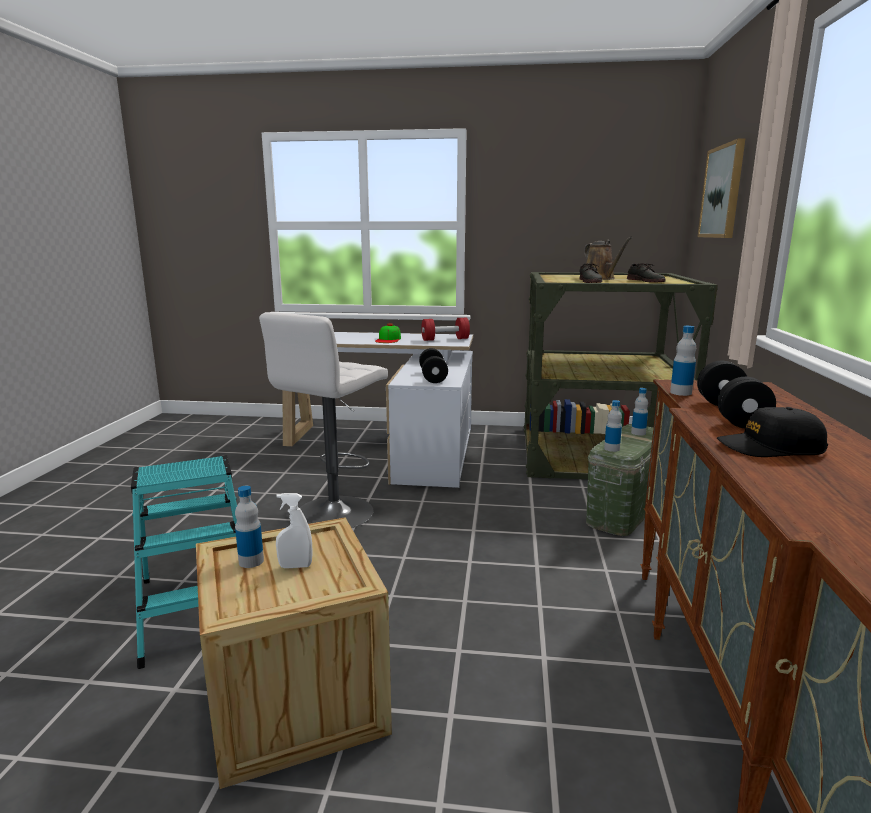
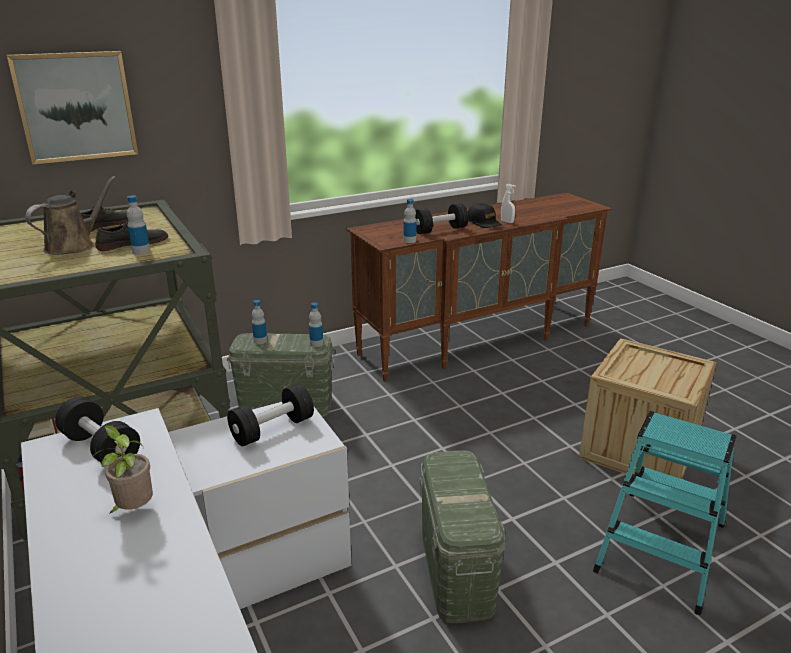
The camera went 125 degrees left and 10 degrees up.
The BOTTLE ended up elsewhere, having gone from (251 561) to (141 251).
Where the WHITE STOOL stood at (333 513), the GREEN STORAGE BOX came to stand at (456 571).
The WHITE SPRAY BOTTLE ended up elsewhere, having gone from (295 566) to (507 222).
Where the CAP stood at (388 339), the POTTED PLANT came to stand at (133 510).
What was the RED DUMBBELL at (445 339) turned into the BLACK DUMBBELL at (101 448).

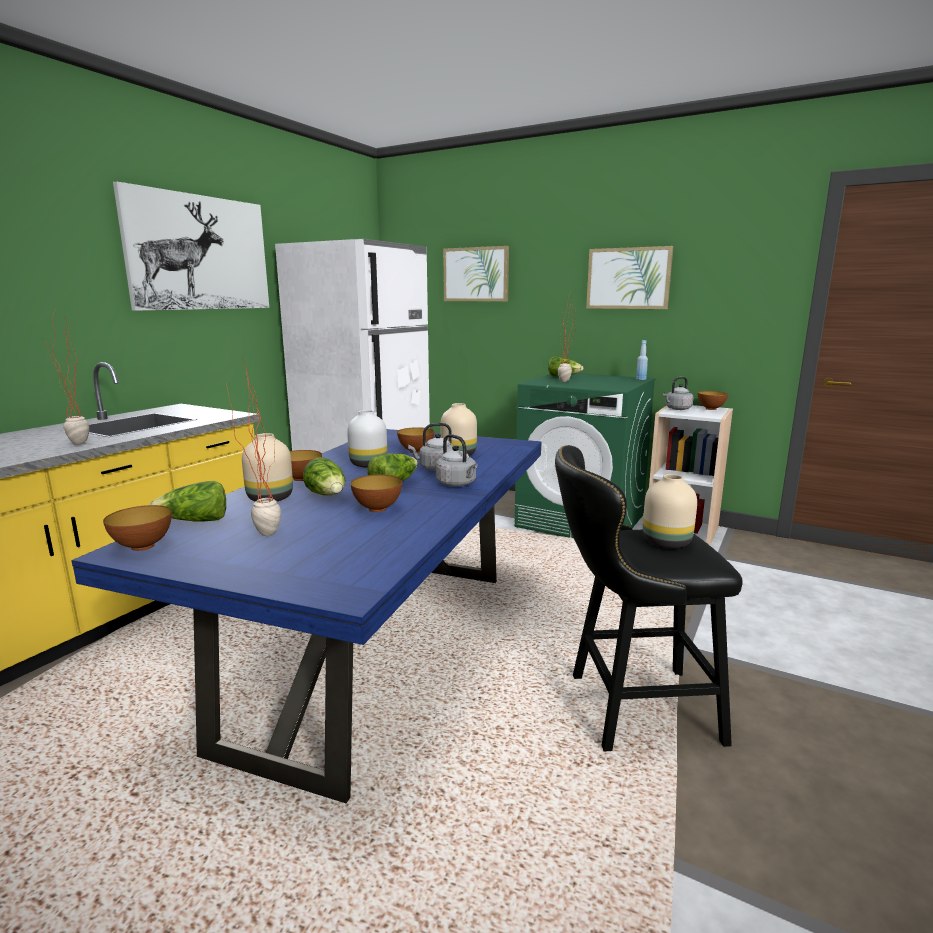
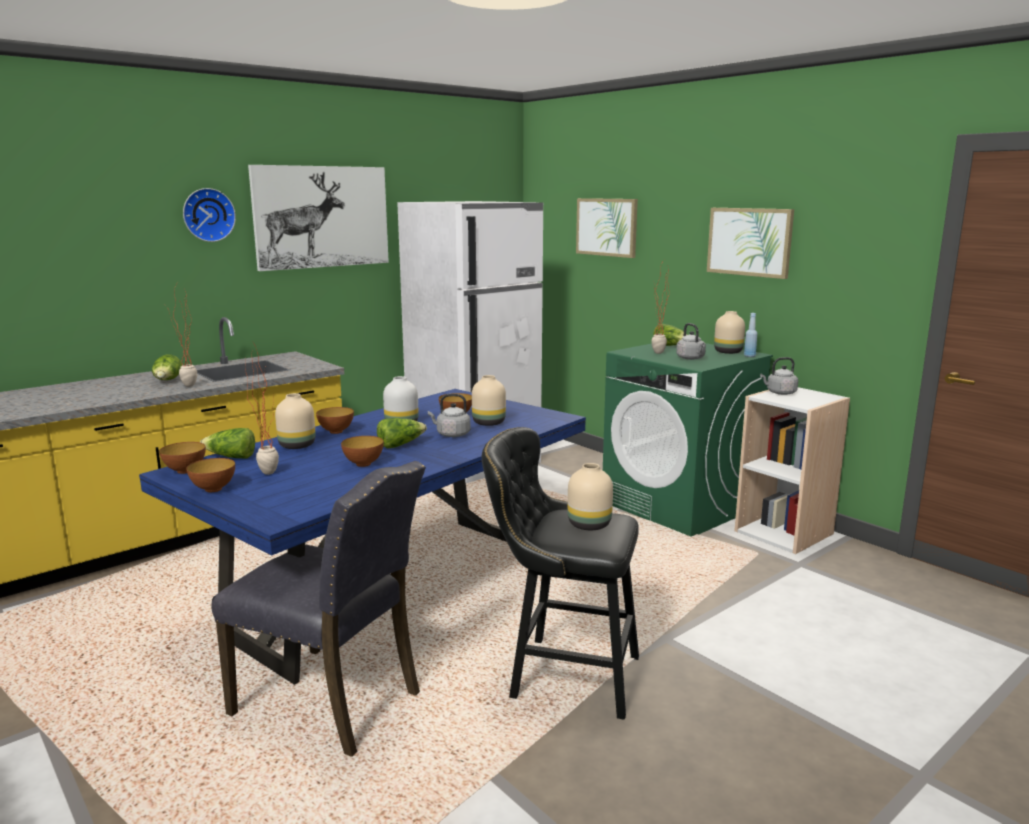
The camera went 20 degrees right and 0 degrees up.
The LETTUCE ended up elsewhere, having gone from (327 495) to (167 381).
The GREY KETTLE ended up elsewhere, having gone from (457 484) to (691 358).
The BOWL ended up elsewhere, having gone from (711 409) to (213 489).
The second view gained the WALL CLOCK at (208 215).
The second view gained the GREY CHAIR at (332 703).
The second view gained the BEIGE VASE at (729 352).

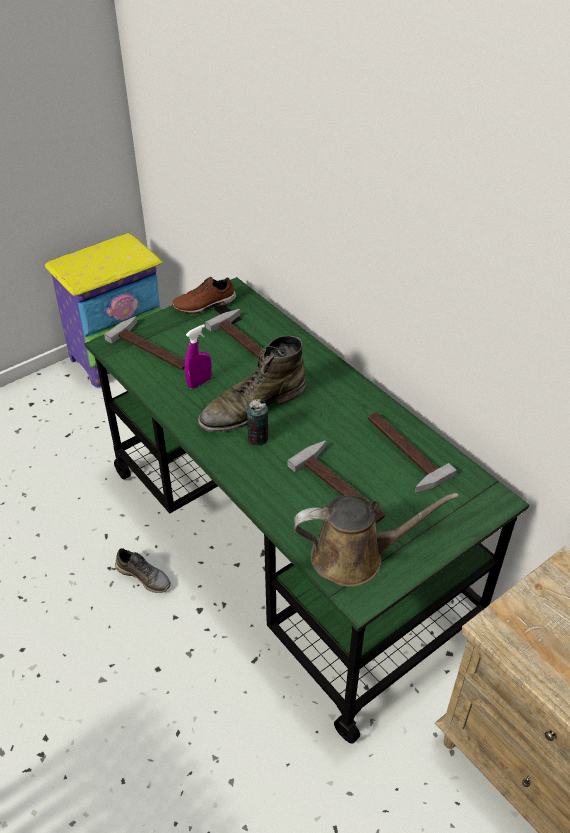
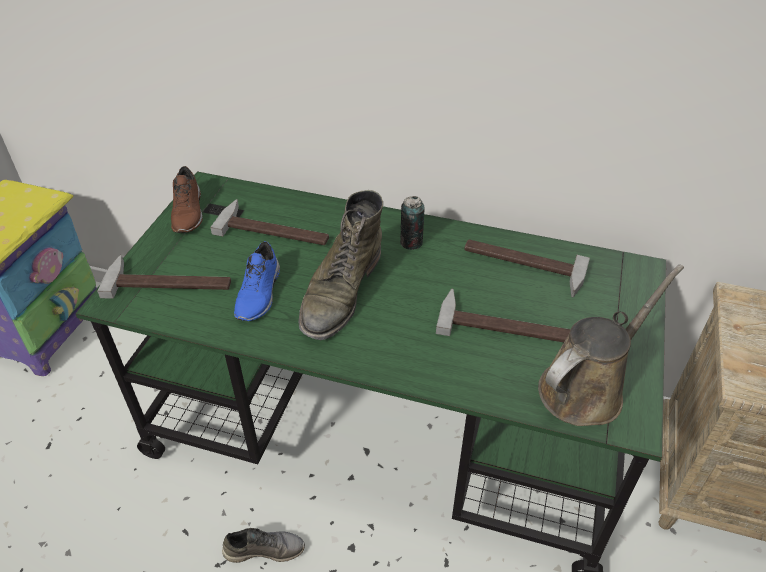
The camera went 35 degrees left and 0 degrees up.
The BROWN SHOE at (204 305) ended up facing another way, 45 degrees counterclockwise from before.
Where the PURPLE SPRAY BOTTLE stood at (199 382), the BLUE SHOE came to stand at (260 294).
The CAN ended up elsewhere, having gone from (258 438) to (411 243).

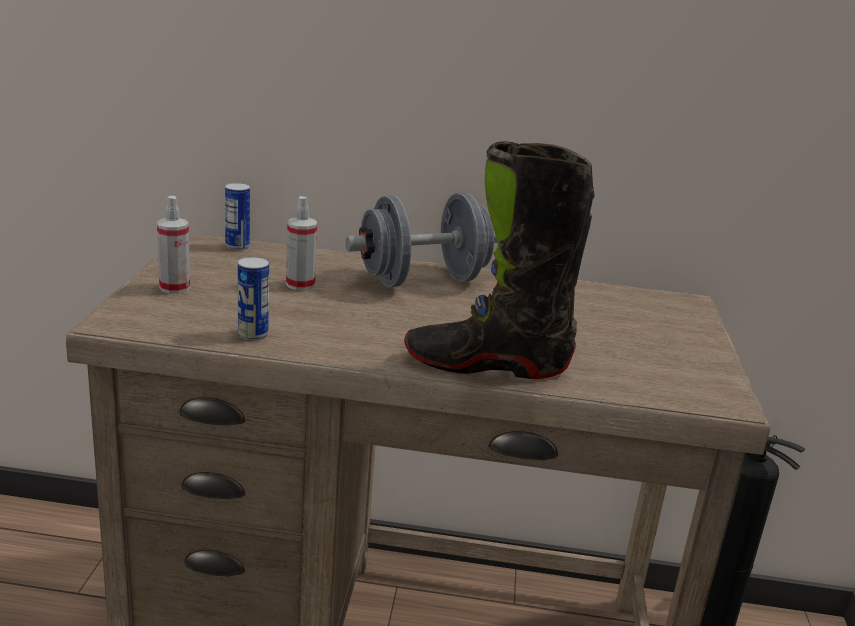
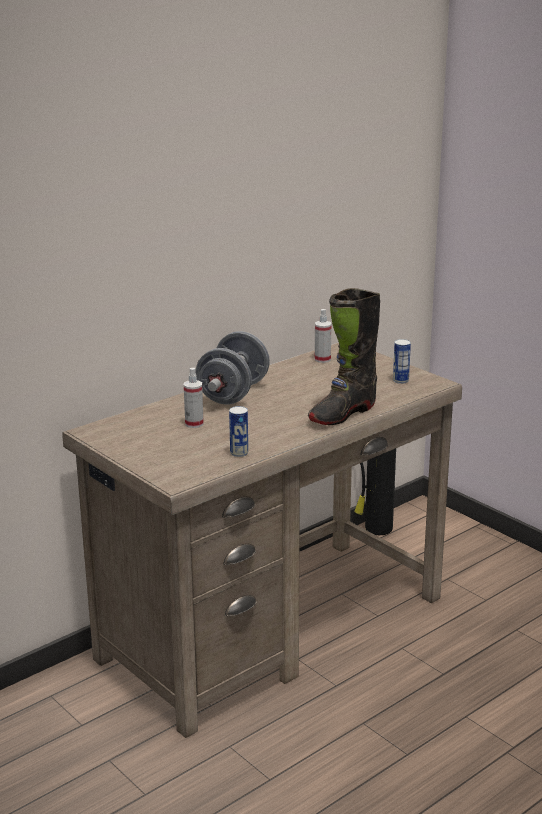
The camera went 45 degrees left and 0 degrees up.
The SPRAY BOTTLE ended up elsewhere, having gone from (174 288) to (322 359).
The CAN ended up elsewhere, having gone from (237 246) to (400 380).

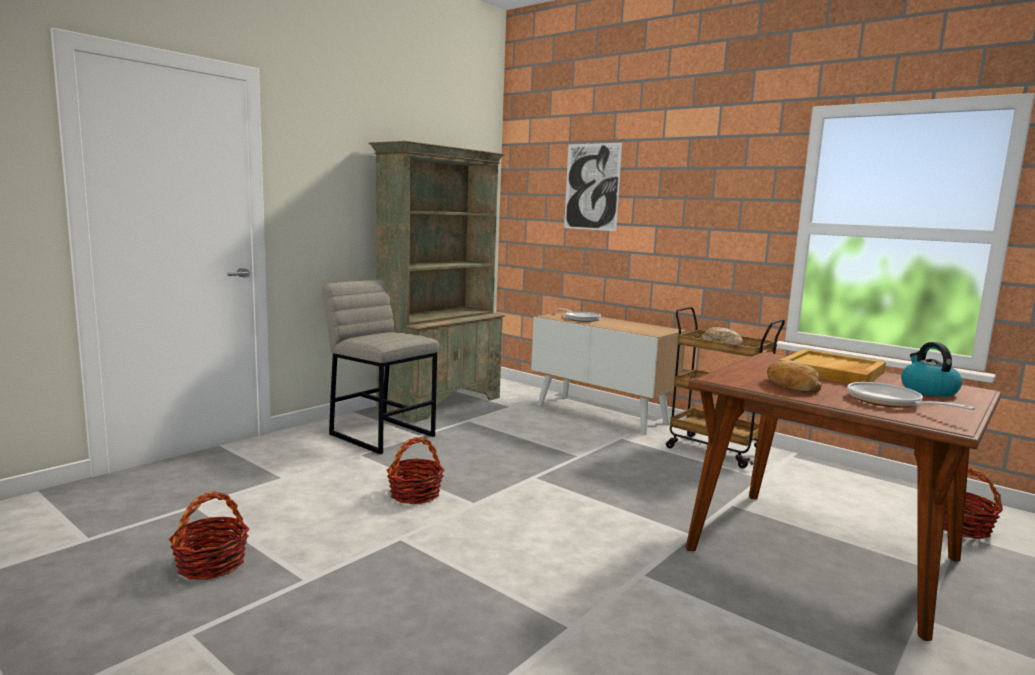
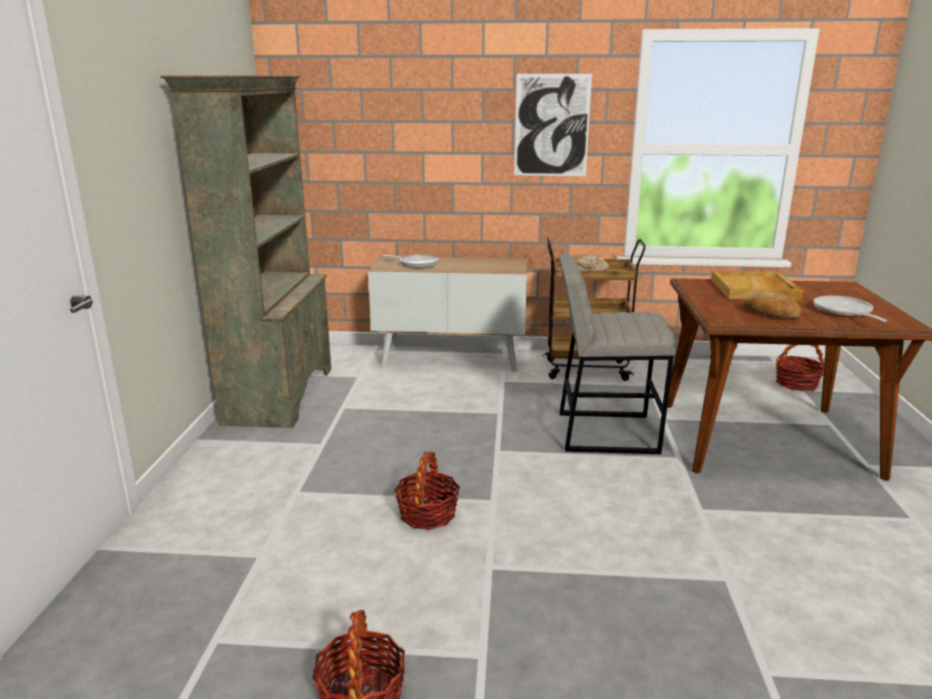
The camera went 35 degrees left and 10 degrees up.
The GREY CHAIR ended up elsewhere, having gone from (380 434) to (604 433).
The PICTURE ended up elsewhere, having gone from (592 187) to (552 125).
The FRYING PAN at (889 402) ended up facing another way, 60 degrees clockwise from before.
The second view lost the KETTLE at (927 390).

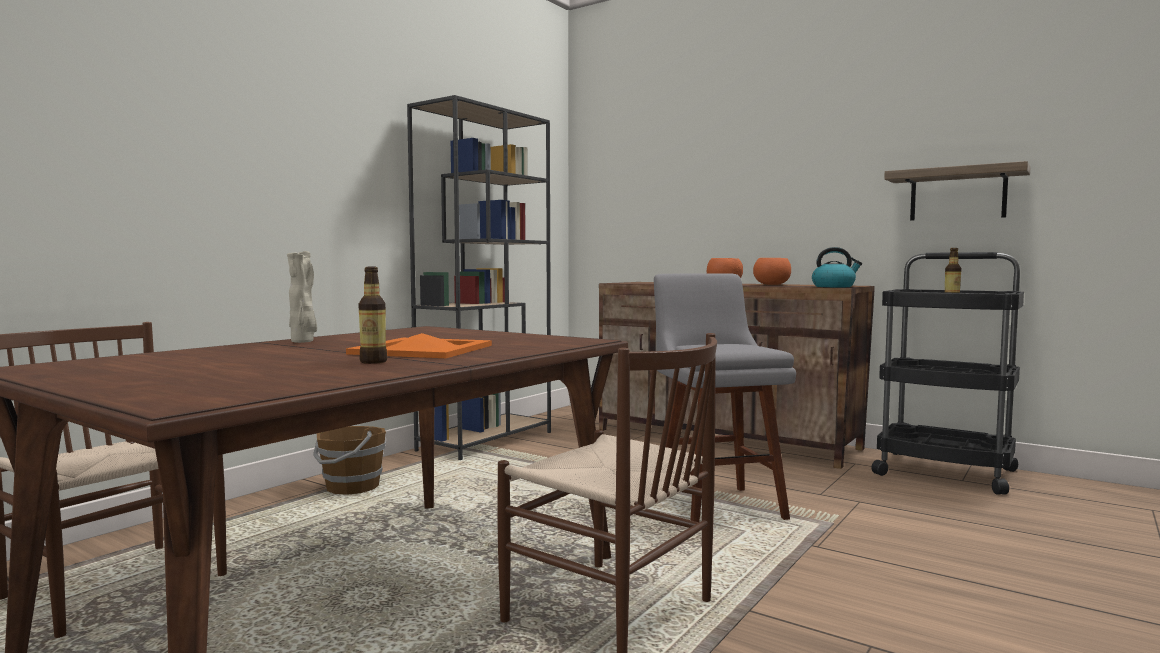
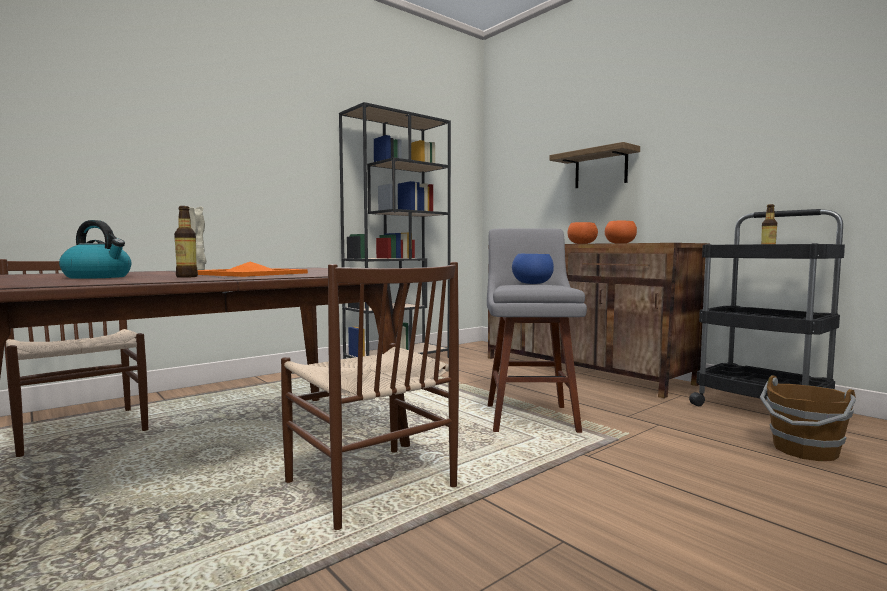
The camera went 15 degrees right and 0 degrees up.
The BROWN BUCKET ended up elsewhere, having gone from (351 488) to (804 451).
The KETTLE ended up elsewhere, having gone from (834 286) to (98 277).
The SHELF ended up elsewhere, having gone from (957 195) to (601 169).
The second view gained the BLUE BOWL at (533 283).

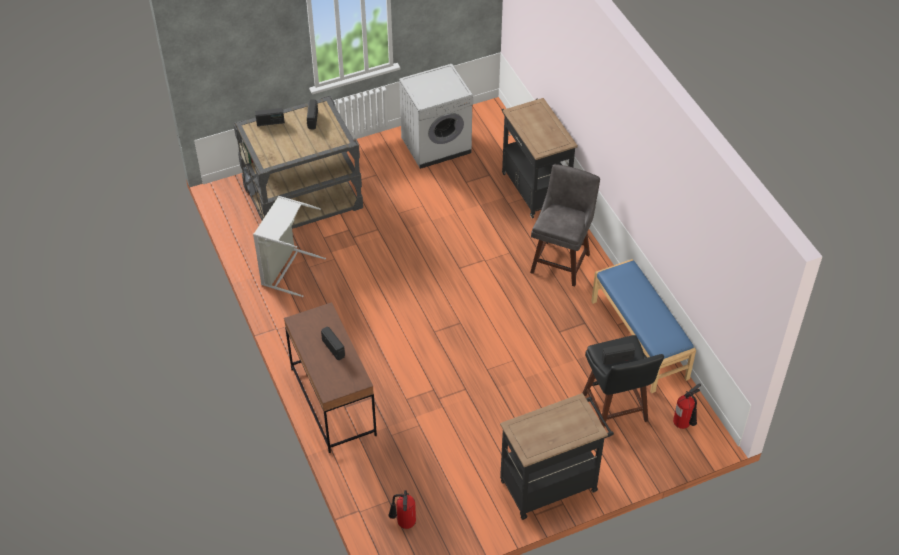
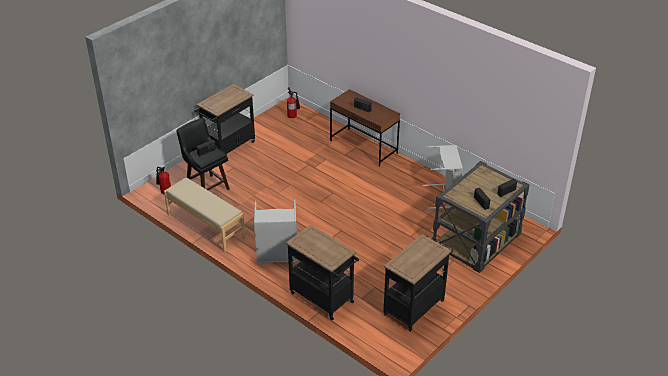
The camera went 155 degrees right and 10 degrees down.
Where the WHITE WASHING MACHINE stood at (437 146), the BLACK CART came to stand at (415 307).
Where the GREY STOOL stood at (561 261), the GREY LAUNDRY BASKET came to stand at (277 255).
What was the BLUE BENCH at (640 339) turned into the BEIGE BENCH at (205 226).

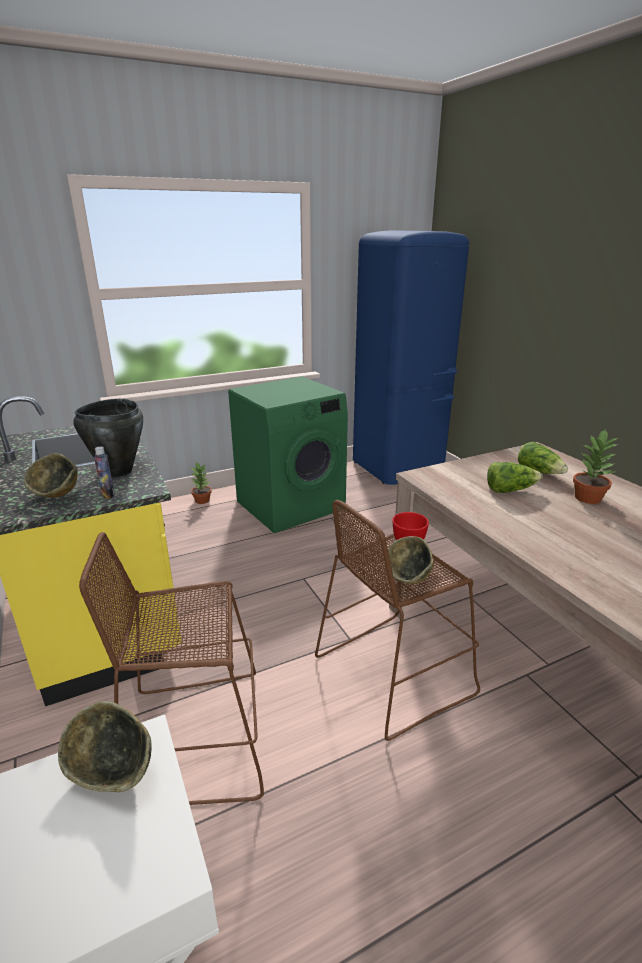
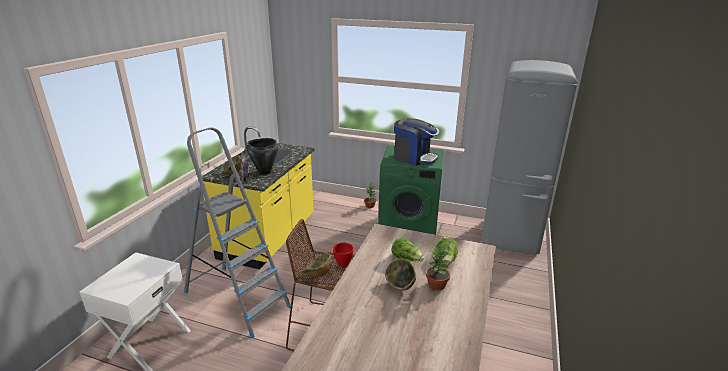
The camera went 45 degrees right and 0 degrees up.
The BOWL ended up elsewhere, having gone from (114 773) to (401 287).
Where the BROWN STOOL stood at (198 737), the GREY STEP LADDER came to stand at (237 299).
What was the BLUE FRIDGE at (400 468) turned into the GREY FRIDGE at (511 238).
The second view gained the COFFEE MACHINE at (414 158).

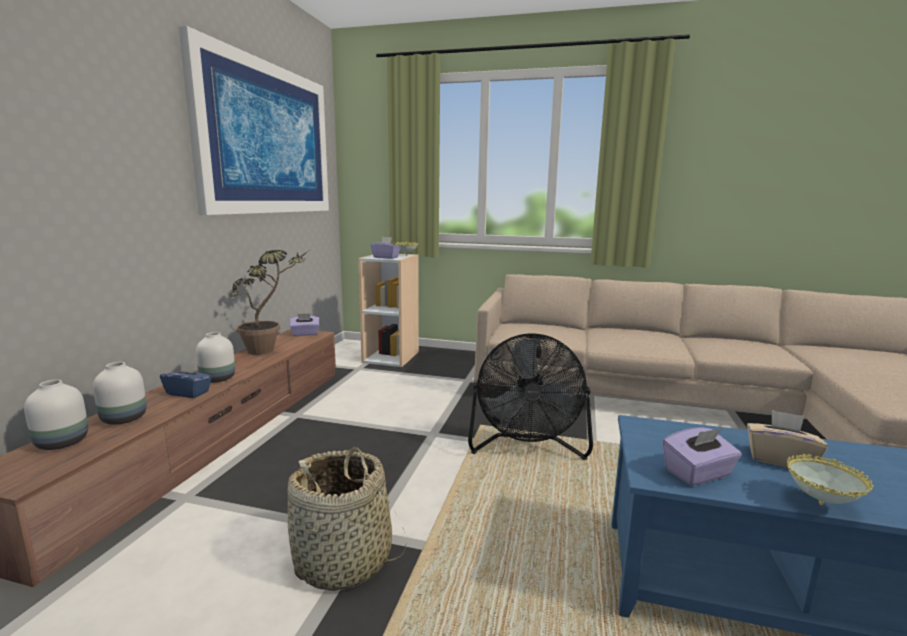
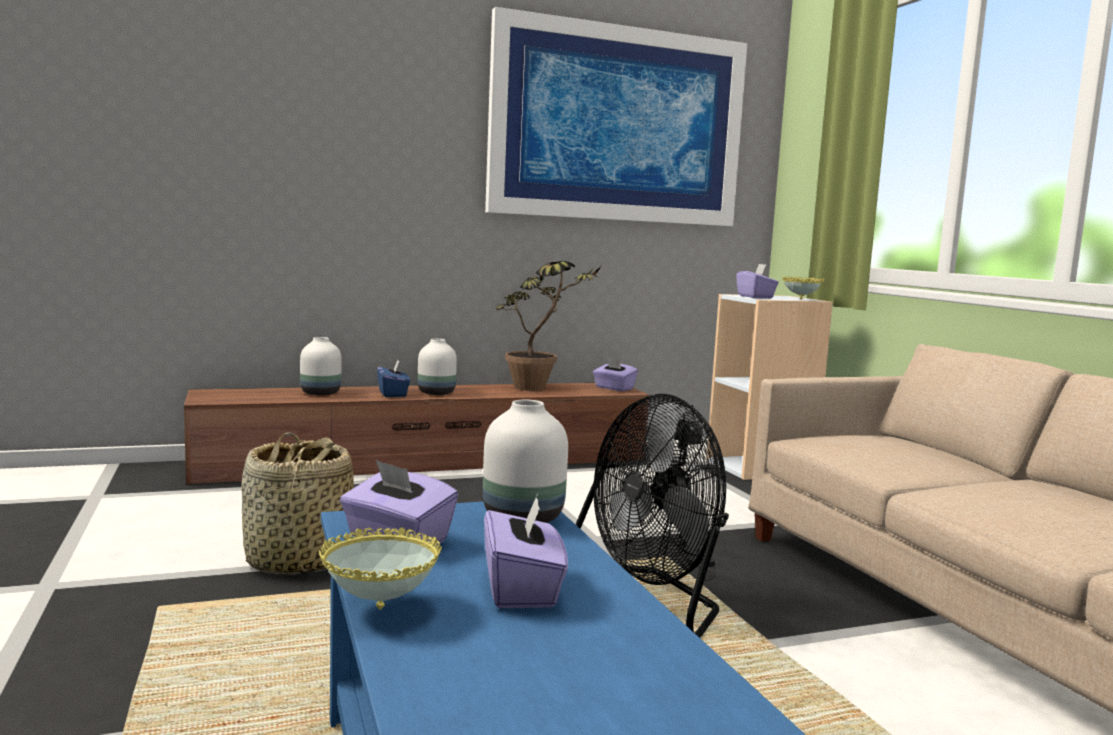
The camera went 55 degrees right and 5 degrees down.
The WHITE VASE ended up elsewhere, having gone from (62 442) to (523 517).
What was the BEIGE TISSUE BOX at (779 459) turned into the PURPLE TISSUE BOX at (522 589).

